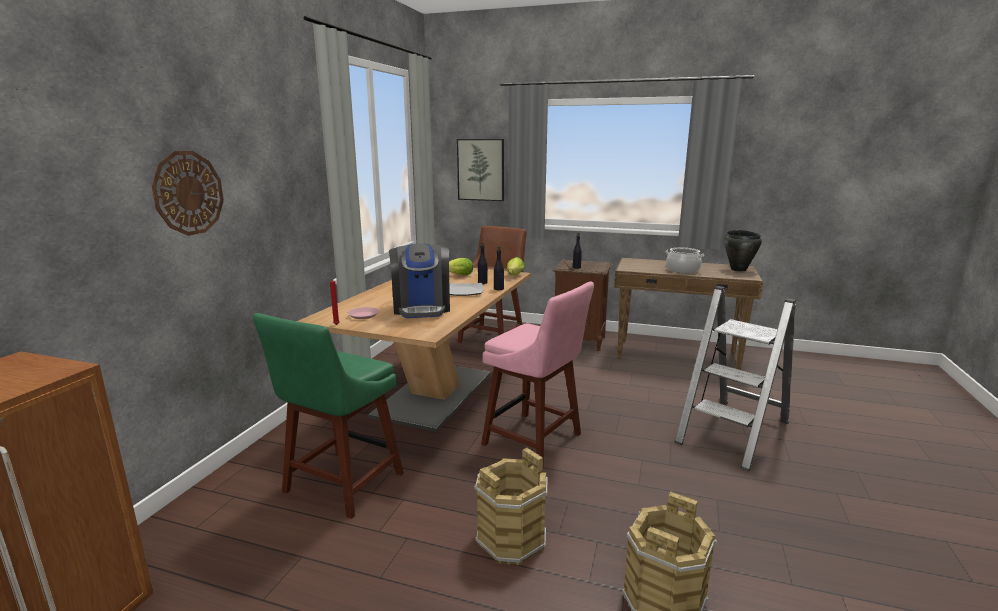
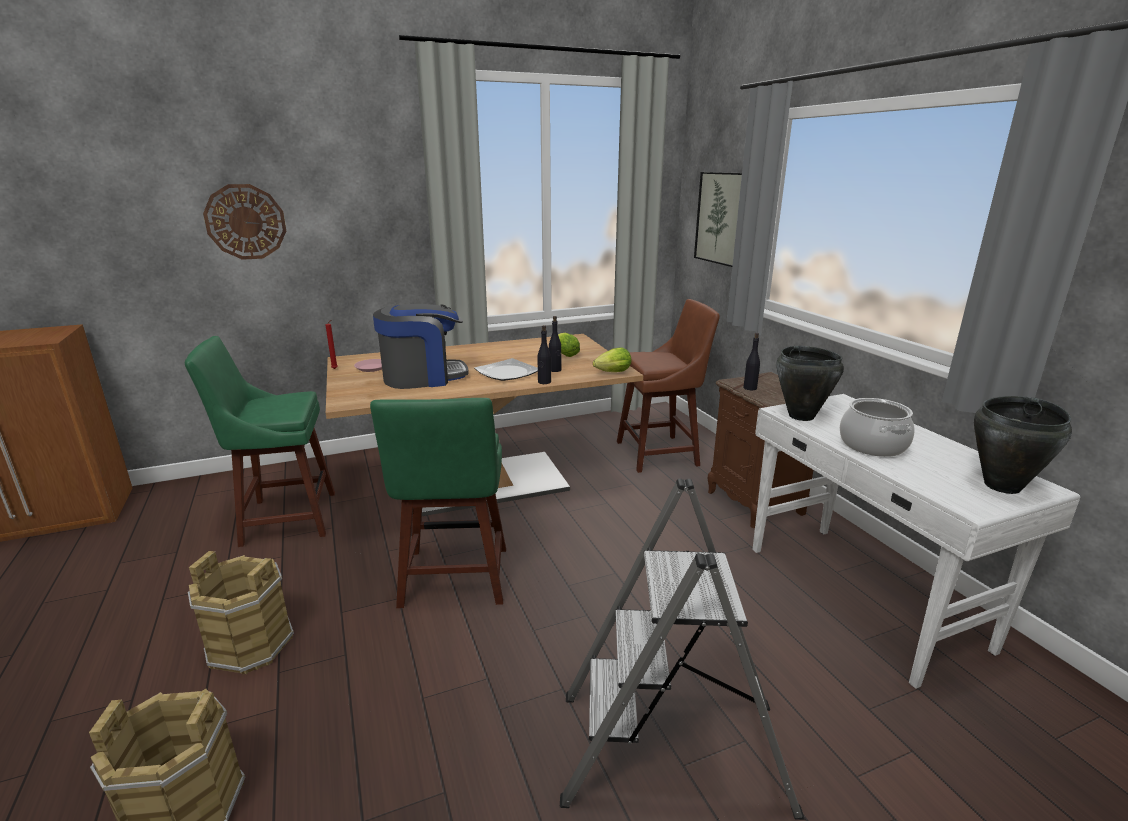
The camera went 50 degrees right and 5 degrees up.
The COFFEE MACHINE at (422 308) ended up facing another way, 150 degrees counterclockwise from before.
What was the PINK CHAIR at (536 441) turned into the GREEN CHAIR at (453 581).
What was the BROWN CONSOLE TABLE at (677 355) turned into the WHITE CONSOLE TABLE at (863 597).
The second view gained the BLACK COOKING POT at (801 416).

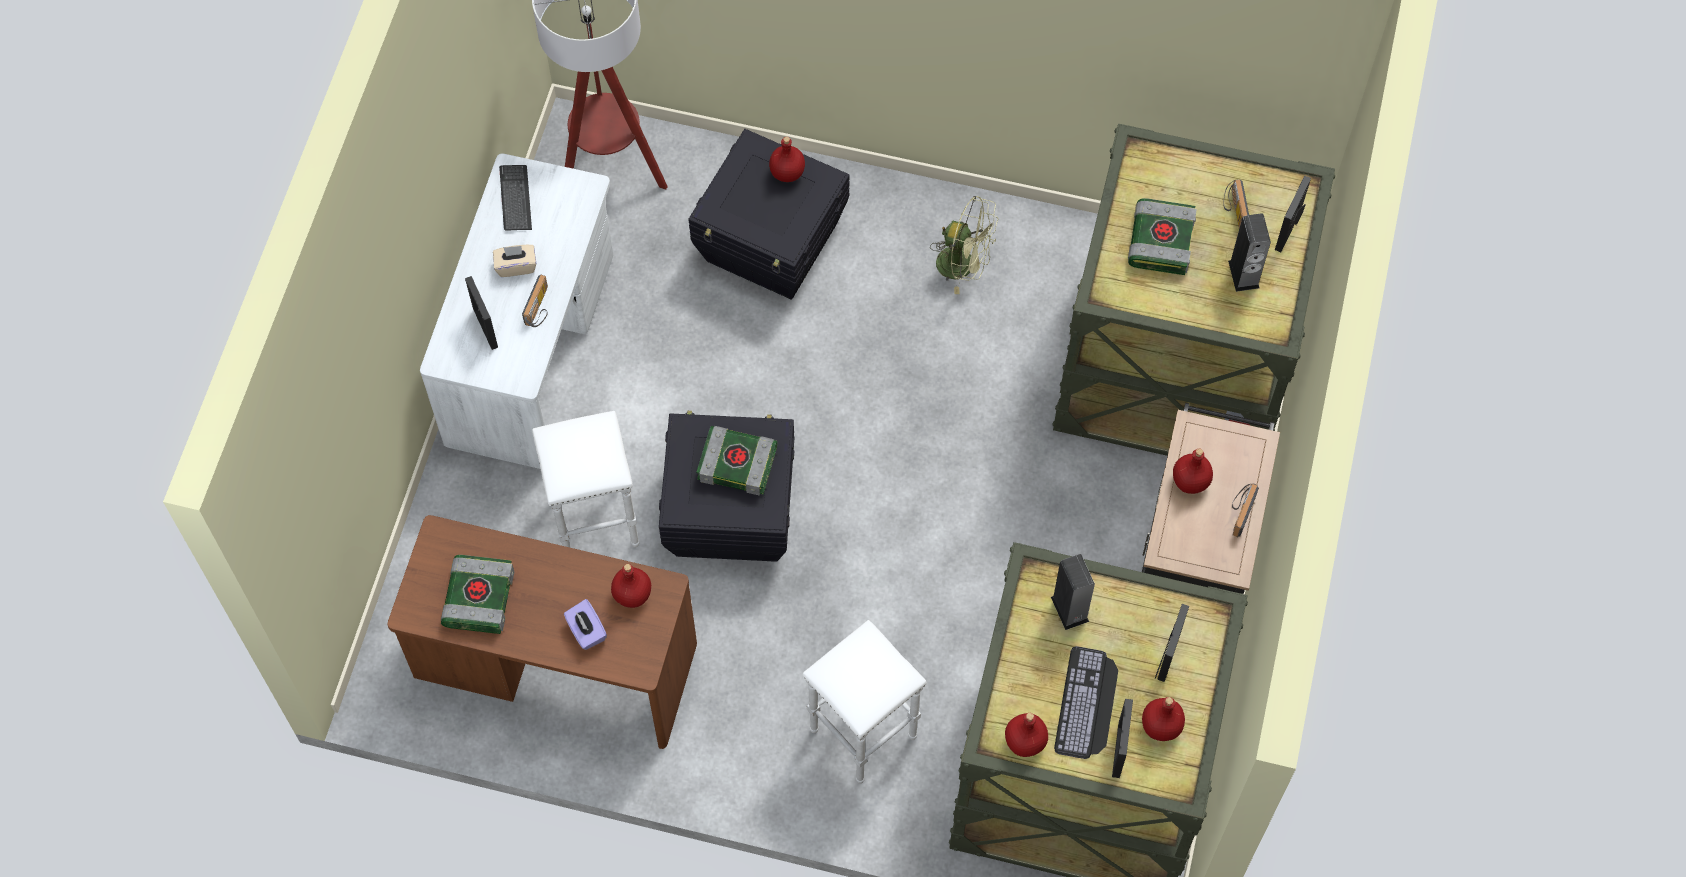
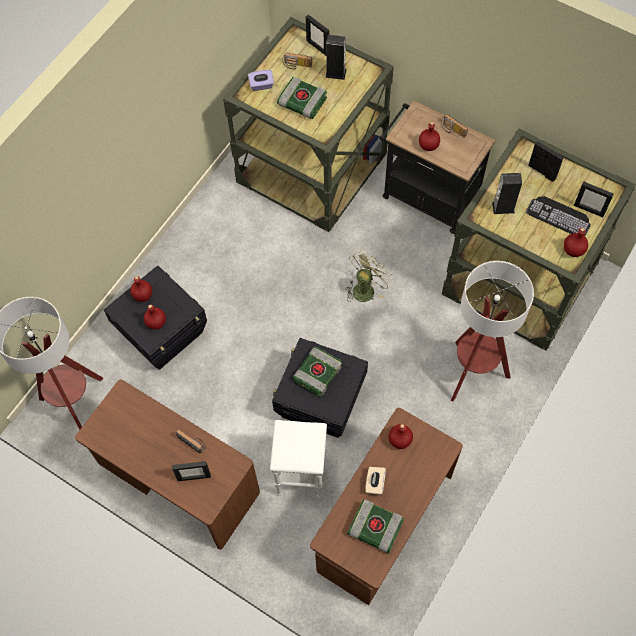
The camera went 70 degrees left and 0 degrees up.
What was the WHITE DESK at (533 350) turned into the BROWN DESK at (177 480).
The BEIGE TISSUE BOX ended up elsewhere, having gone from (516 266) to (375 483).
The second view lost the KEYBOARD at (515 199).
The PURPLE TISSUE BOX ended up elsewhere, having gone from (586 631) to (261 85).
Where the WHITE STOOL stood at (863 735), the FLOOR LAMP came to stand at (472 373).
The GREEN FAN ended up elsewhere, having gone from (964 265) to (365 288).
The RED BOTTLE ended up elsewhere, having gone from (1160 726) to (156 323).

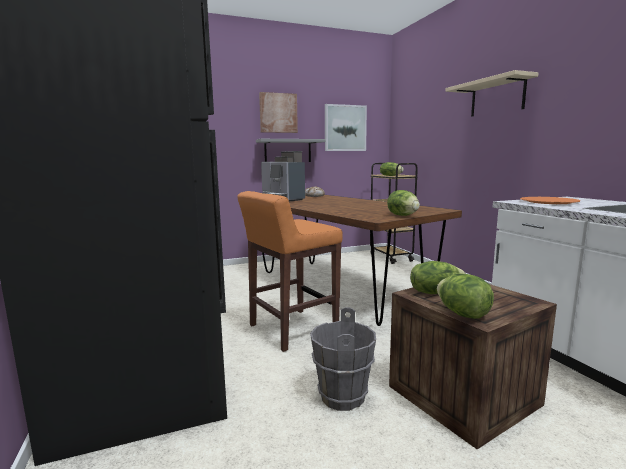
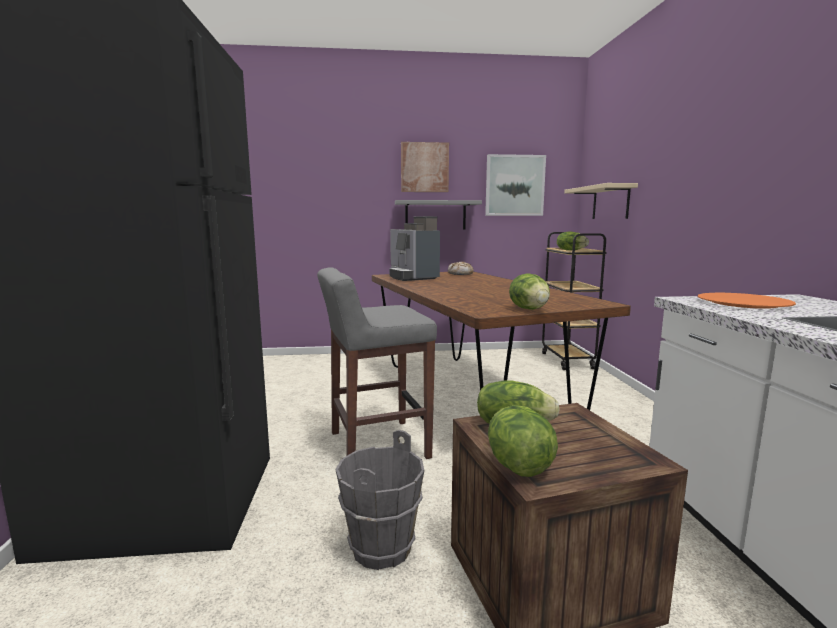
The camera went 15 degrees right and 0 degrees up.
What was the ORANGE STOOL at (291 329) turned into the GREY STOOL at (377 445).
The BEIGE SHELF ended up elsewhere, having gone from (497 97) to (610 202).

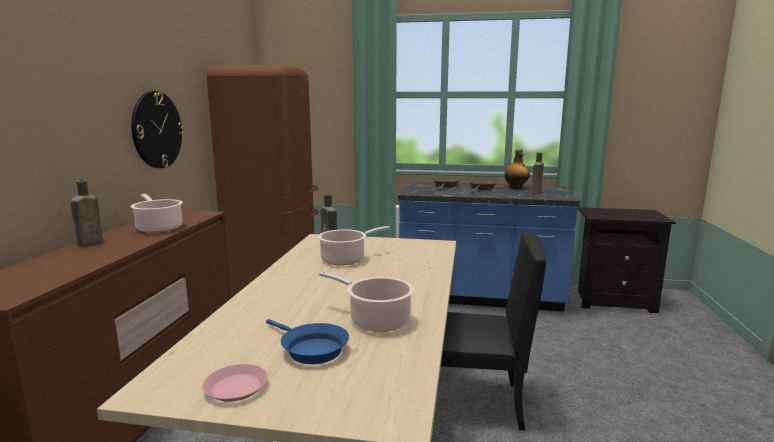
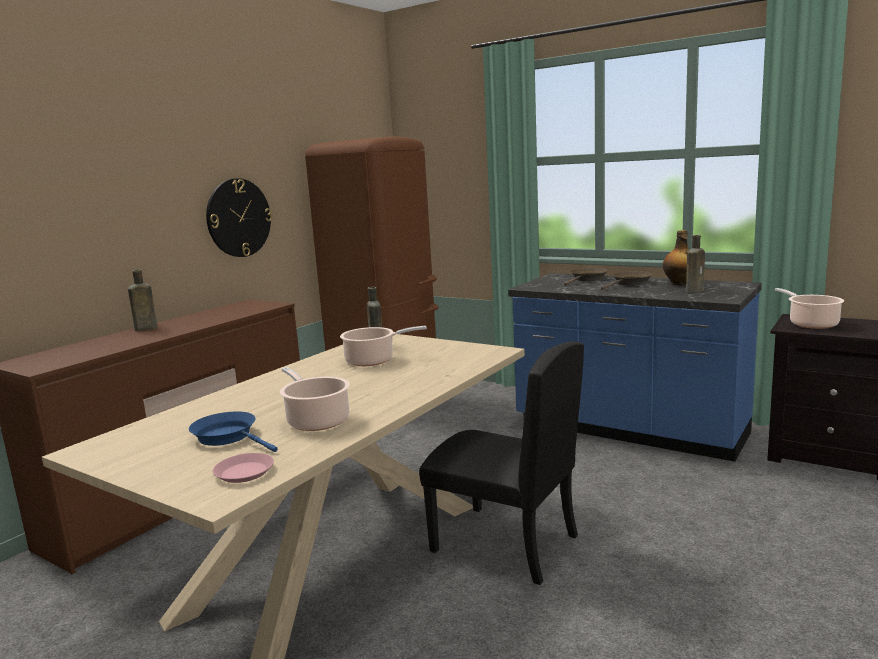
The camera went 25 degrees right and 0 degrees up.
The COOKING POT ended up elsewhere, having gone from (158 228) to (811 324).
The PINK PLATE ended up elsewhere, having gone from (236 387) to (244 472).
The BLUE FRYING PAN at (310 349) ended up facing another way, 150 degrees clockwise from before.

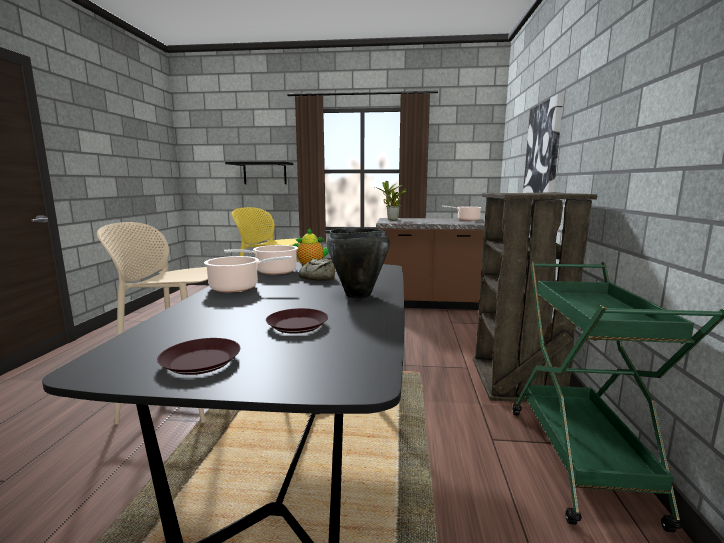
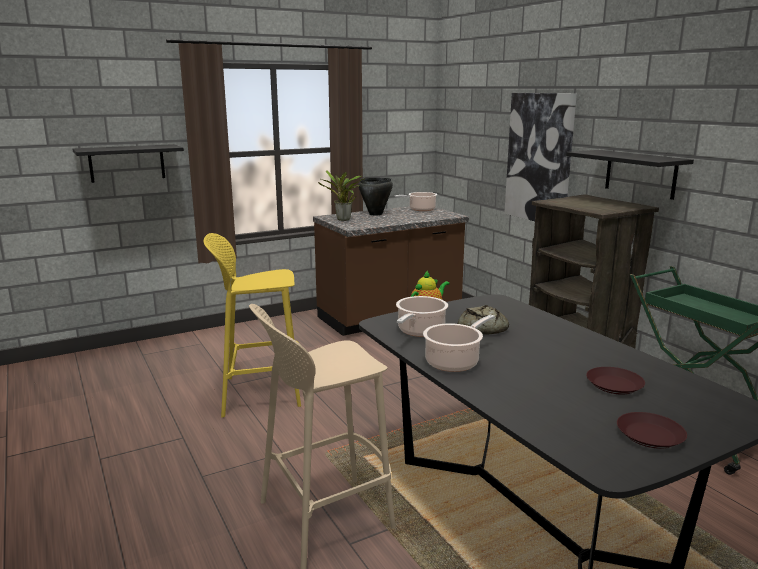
The camera went 35 degrees left and 5 degrees up.
The BLACK COOKING POT ended up elsewhere, having gone from (358 295) to (375 214).
The second view gained the BLACK SHELF at (640 174).

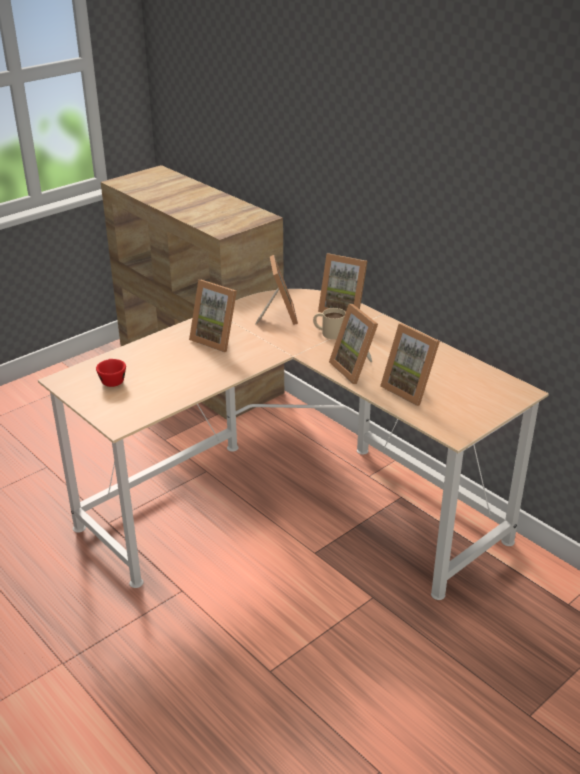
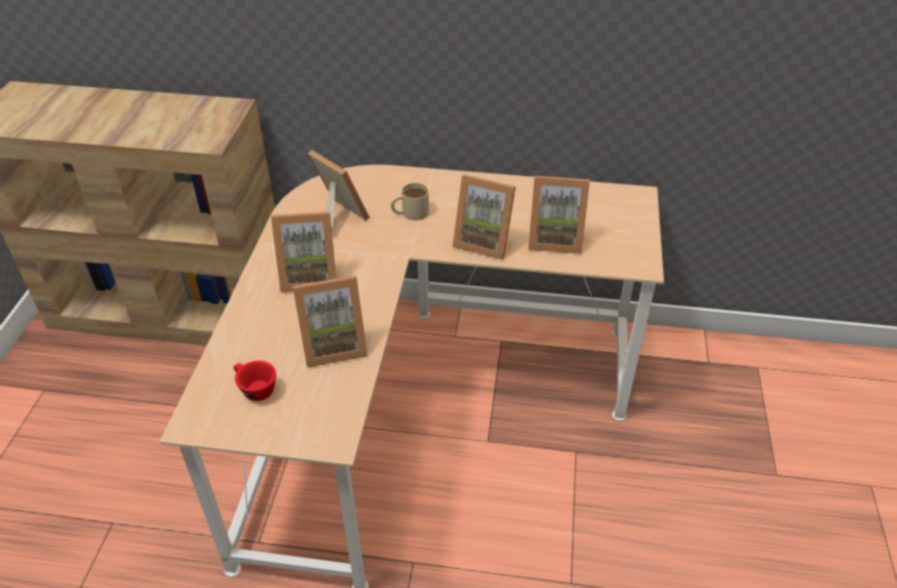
The camera went 40 degrees left and 10 degrees up.
The PICTURE FRAME ended up elsewhere, having gone from (343 309) to (333 345).

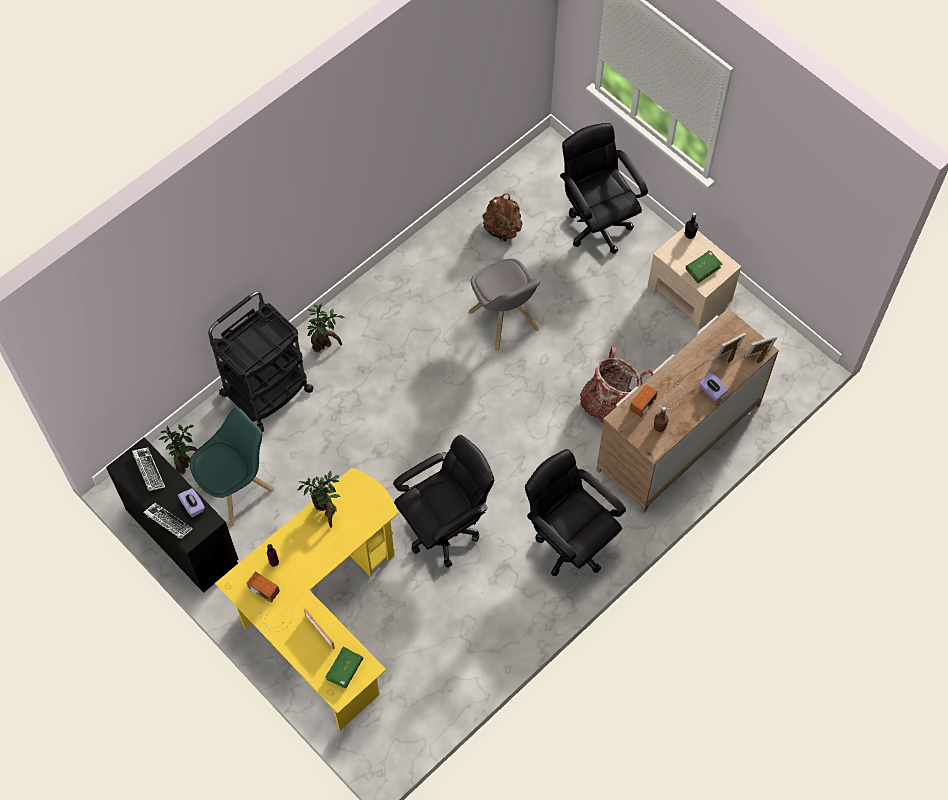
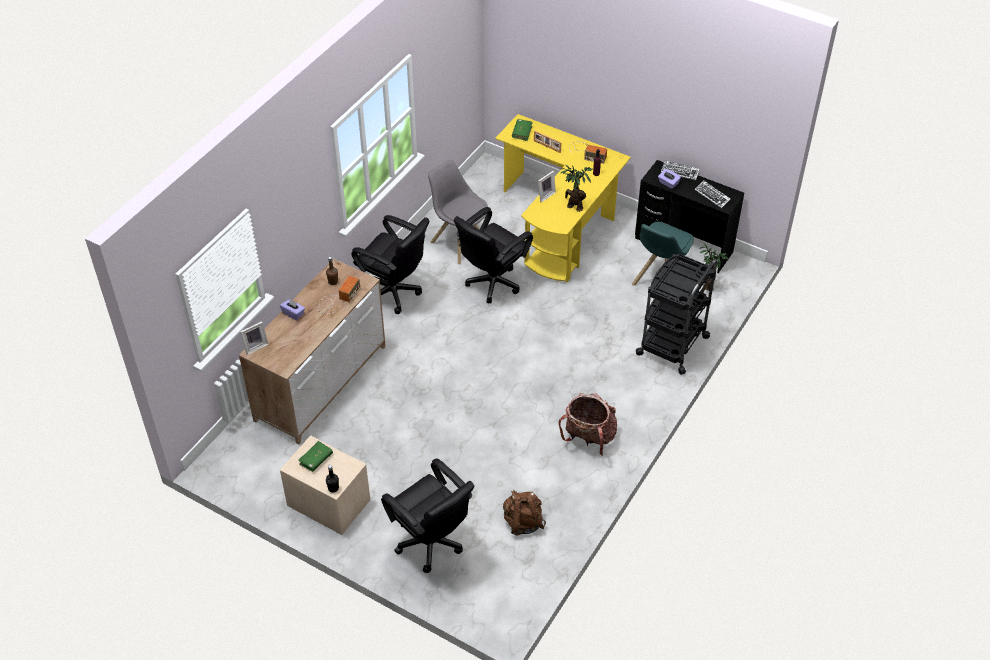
The camera went 165 degrees right and 15 degrees down.
The second view lost the POTTED PLANT at (325 346).
The GREY CHAIR ended up elsewhere, having gone from (504 321) to (459 243).
The BACKPACK ended up elsewhere, having gone from (609 405) to (588 437).
The PICTURE FRAME ended up elsewhere, having gone from (729 356) to (545 195).

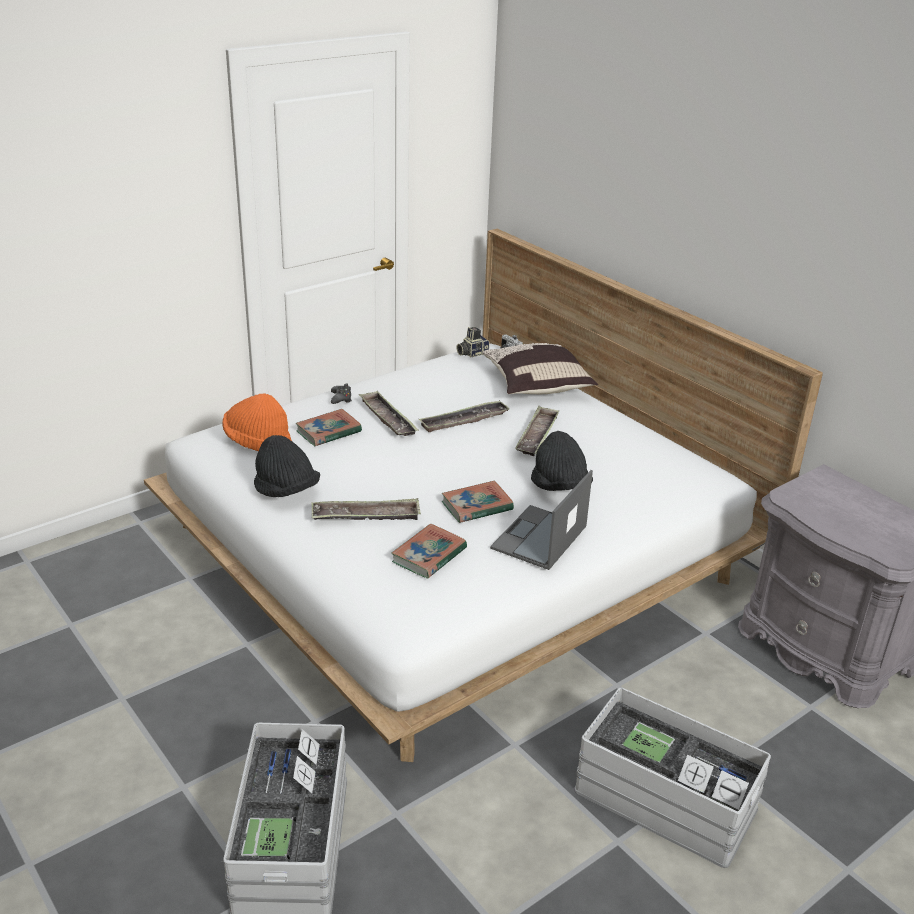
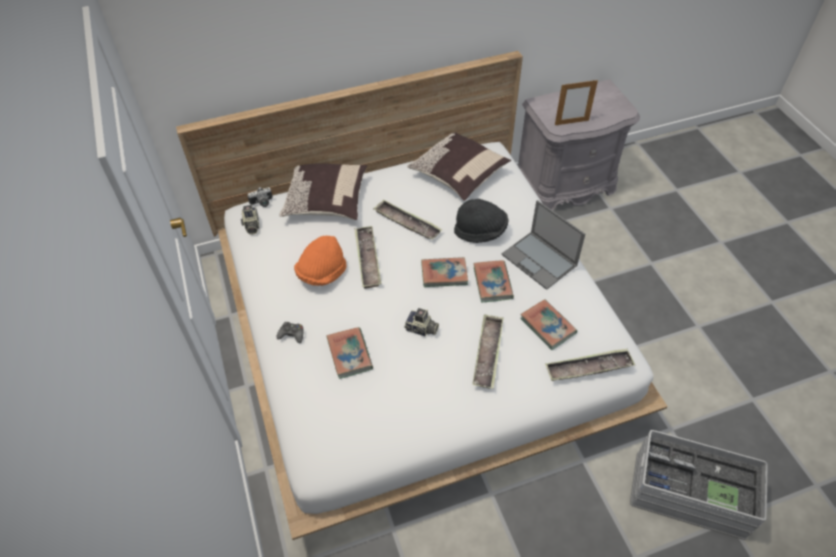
The camera went 70 degrees left and 20 degrees up.
The ORANGE HAT ended up elsewhere, having gone from (257 441) to (322 273).
The second view lost the BLACK HAT at (286 491).
The TRAY ended up elsewhere, having gone from (387 418) to (588 368).
The second view lost the GREY STORAGE BOX at (666 798).
The second view gained the PHOTO CAMERA at (421 329).
The second view gained the PILLOW at (458 174).
The second view gained the BOOK at (444 274).
The second view gained the PICTURE FRAME at (571 122).

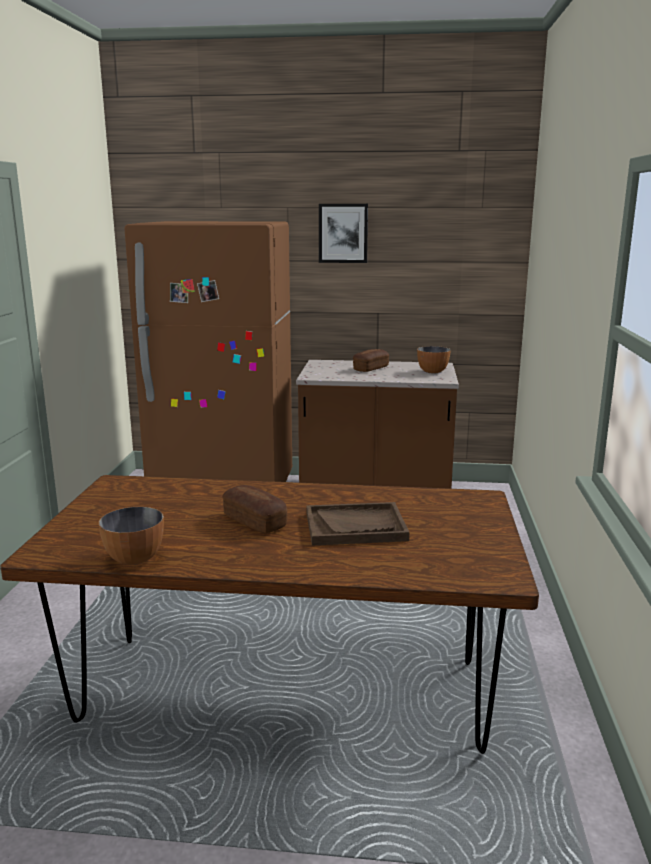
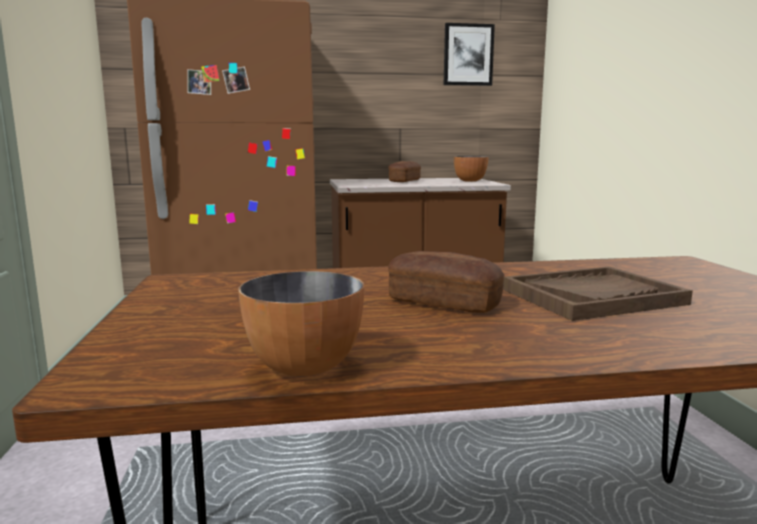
The camera went 15 degrees left and 5 degrees down.
The PICTURE ended up elsewhere, having gone from (343 233) to (468 55).

